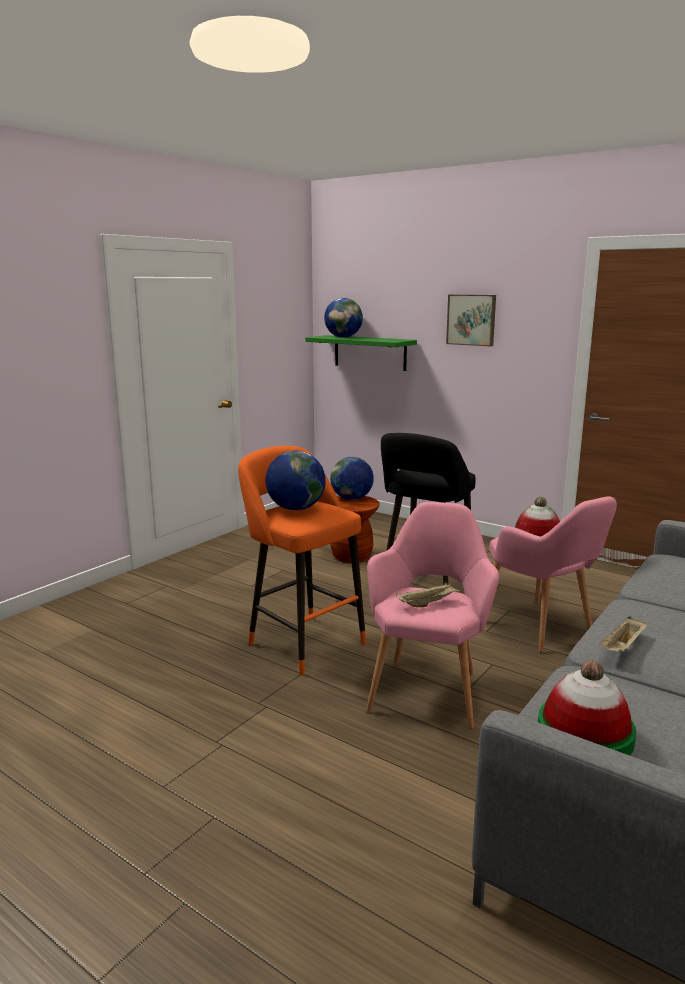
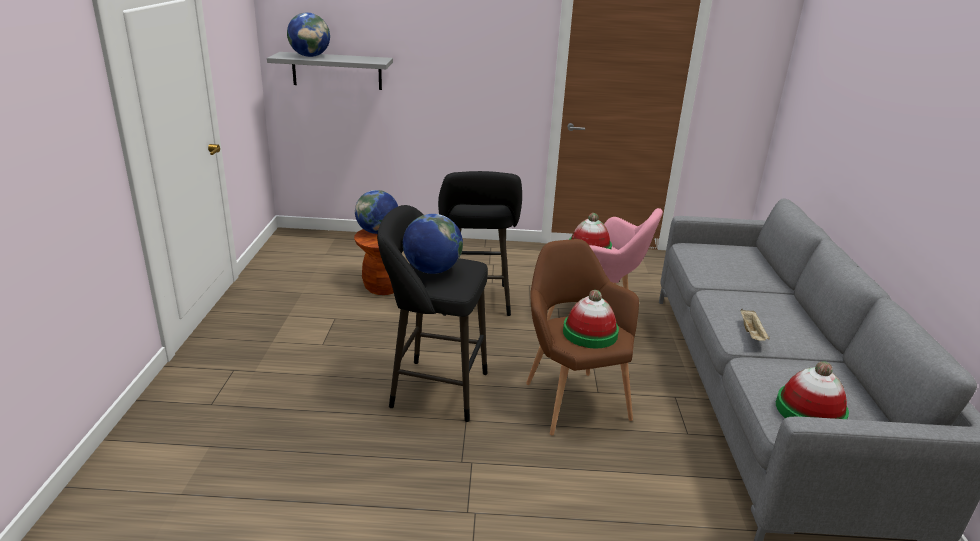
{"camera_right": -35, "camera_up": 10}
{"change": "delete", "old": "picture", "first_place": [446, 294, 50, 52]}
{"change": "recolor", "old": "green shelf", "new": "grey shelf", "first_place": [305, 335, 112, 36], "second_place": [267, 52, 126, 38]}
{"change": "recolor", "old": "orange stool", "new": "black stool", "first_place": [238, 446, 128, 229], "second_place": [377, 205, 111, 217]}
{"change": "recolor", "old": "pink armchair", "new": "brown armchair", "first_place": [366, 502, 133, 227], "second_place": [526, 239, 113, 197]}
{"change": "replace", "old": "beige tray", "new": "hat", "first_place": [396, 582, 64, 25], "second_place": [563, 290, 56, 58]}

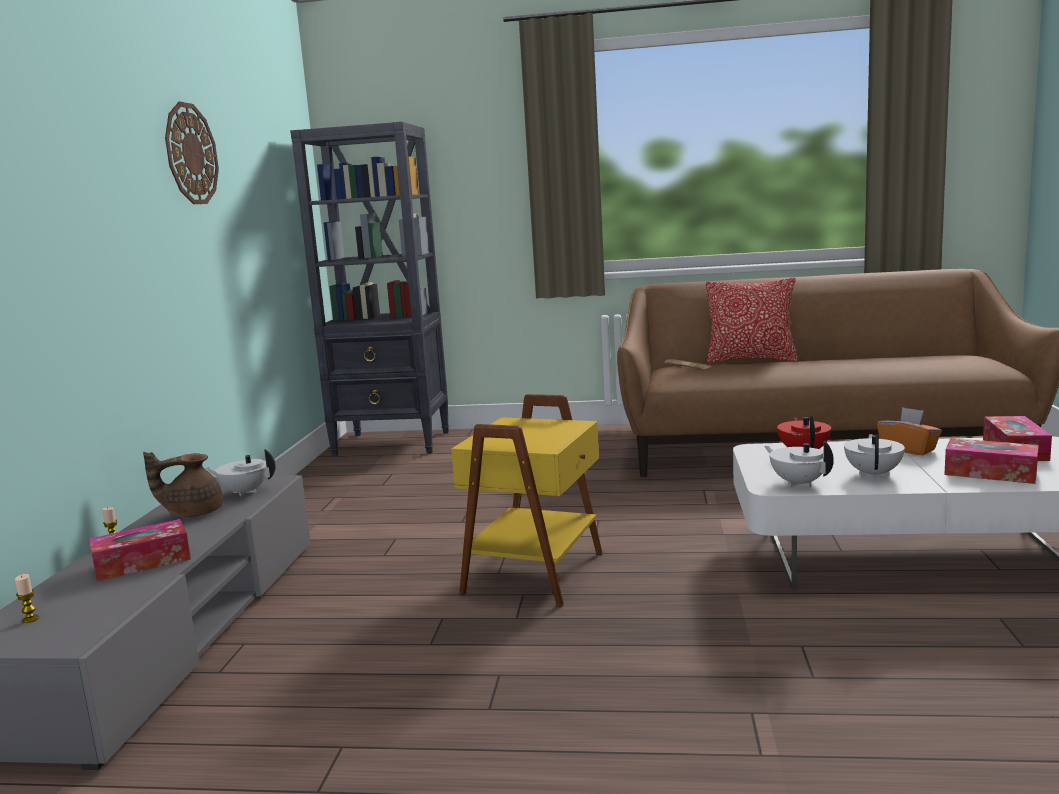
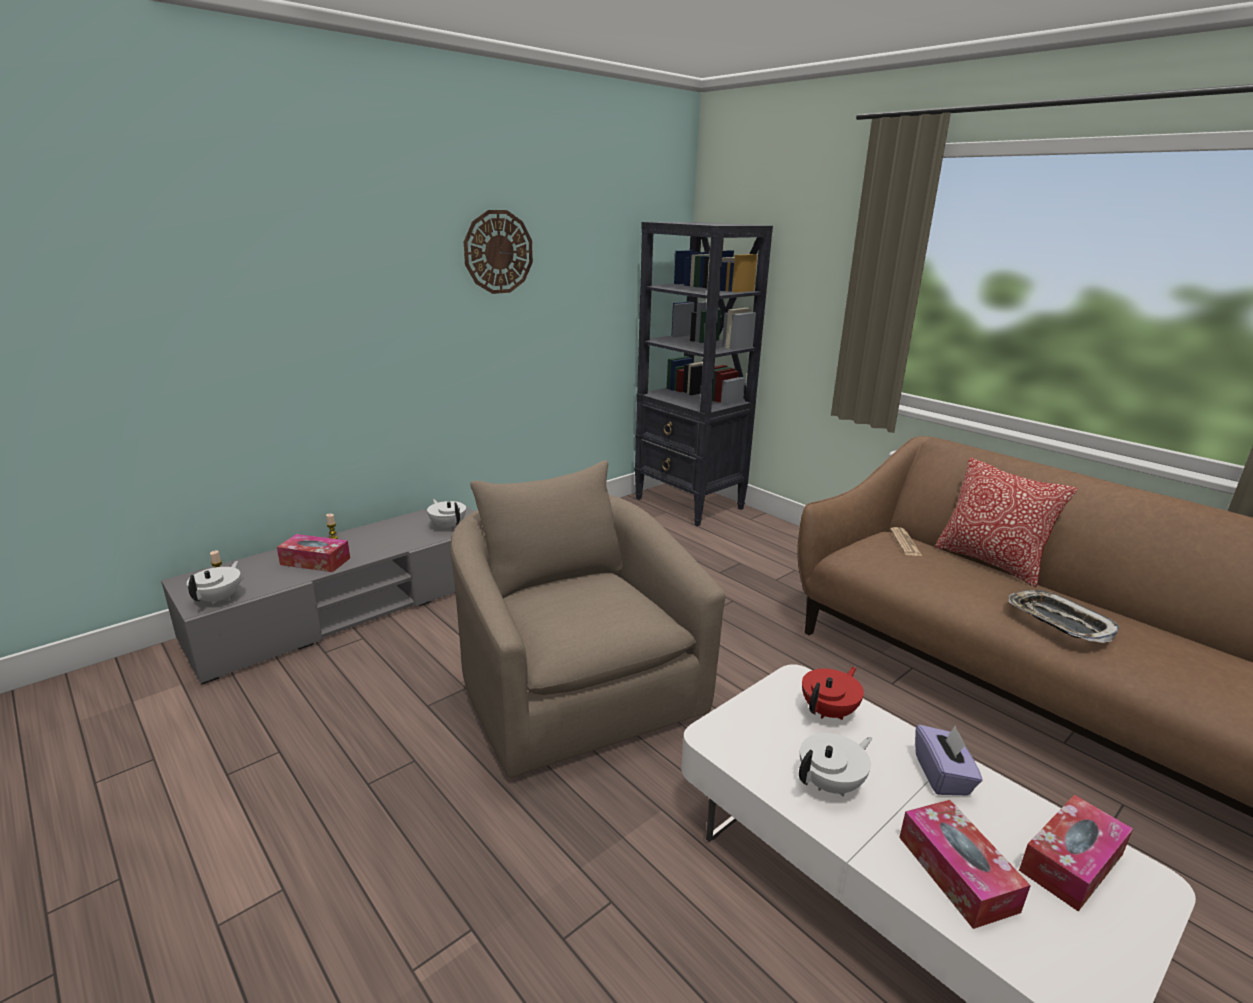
{"camera_right": 40, "camera_up": 10}
{"change": "replace", "old": "yellow side table", "new": "beige armchair", "first_place": [451, 394, 152, 213], "second_place": [450, 460, 275, 318]}
{"change": "recolor", "old": "orange tissue box", "new": "purple tissue box", "first_place": [877, 407, 65, 48], "second_place": [915, 724, 68, 71]}
{"change": "move", "old": "white teapot", "first_place": [764, 441, 70, 46], "second_place": [187, 561, 54, 44]}
{"change": "delete", "old": "brown teapot", "first_place": [143, 452, 80, 65]}
{"change": "insert", "new": "tray", "second_place": [1009, 590, 110, 53]}

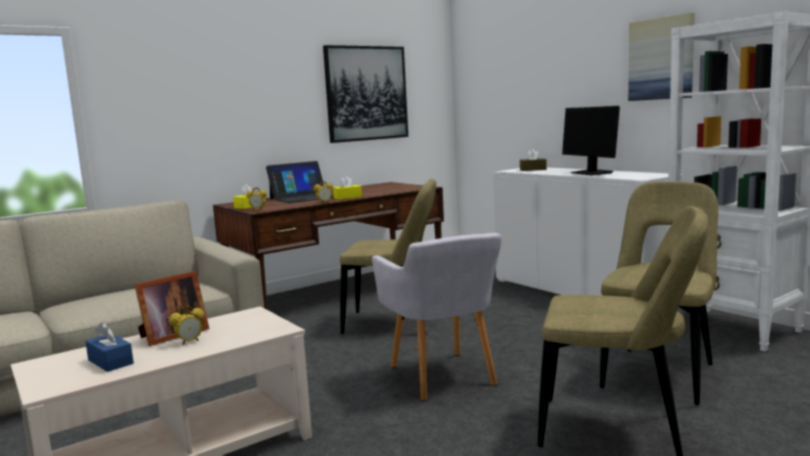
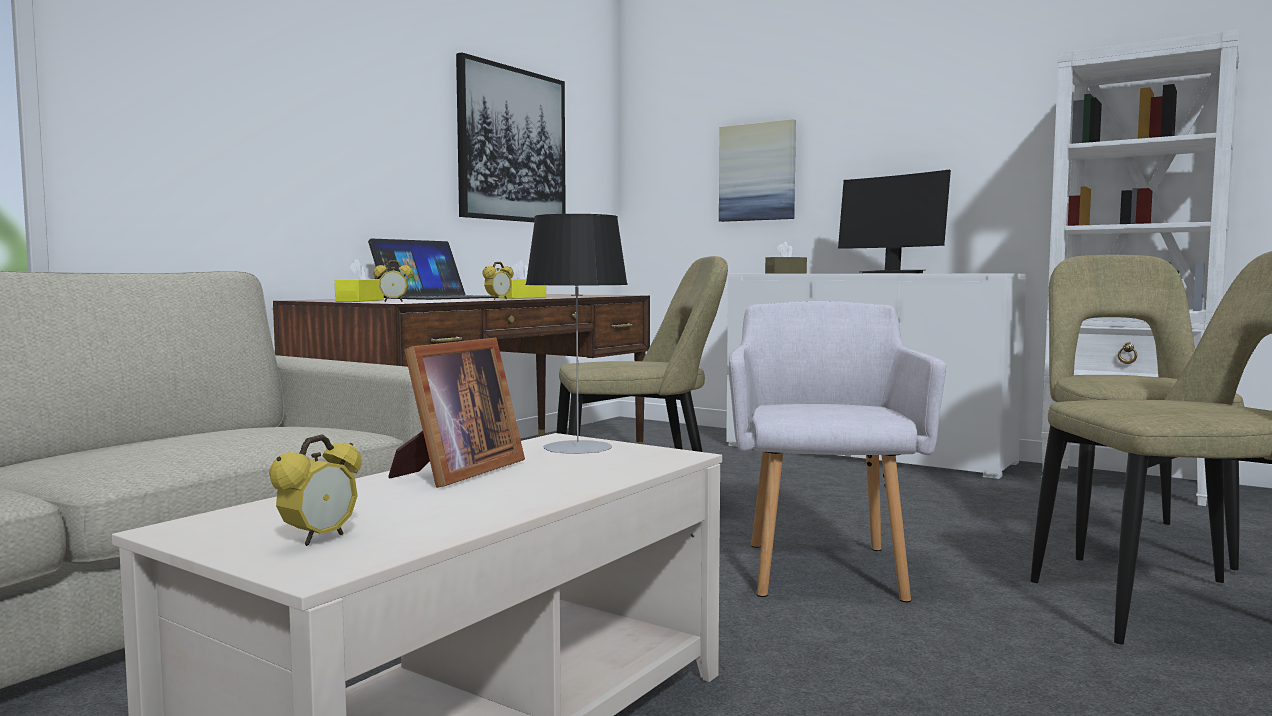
{"camera_right": -20, "camera_up": -5}
{"change": "move", "old": "picture", "first_place": [628, 13, 66, 88], "second_place": [719, 119, 77, 103]}
{"change": "rotate", "old": "grey armchair", "first_place": [372, 233, 130, 168], "second_place": [729, 301, 217, 301], "degrees": -135}
{"change": "move", "old": "alarm clock", "first_place": [169, 306, 36, 39], "second_place": [269, 434, 93, 112]}
{"change": "delete", "old": "blue tissue box", "first_place": [85, 322, 49, 50]}
{"change": "insert", "new": "table lamp", "second_place": [525, 214, 103, 240]}

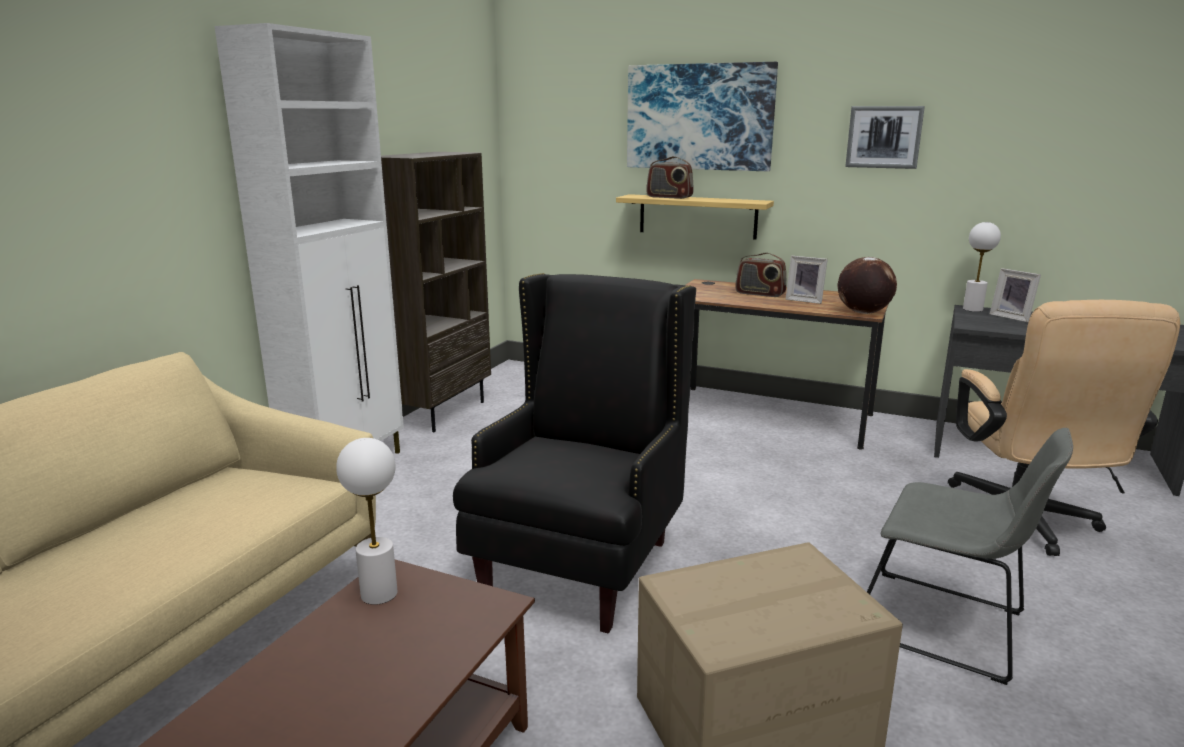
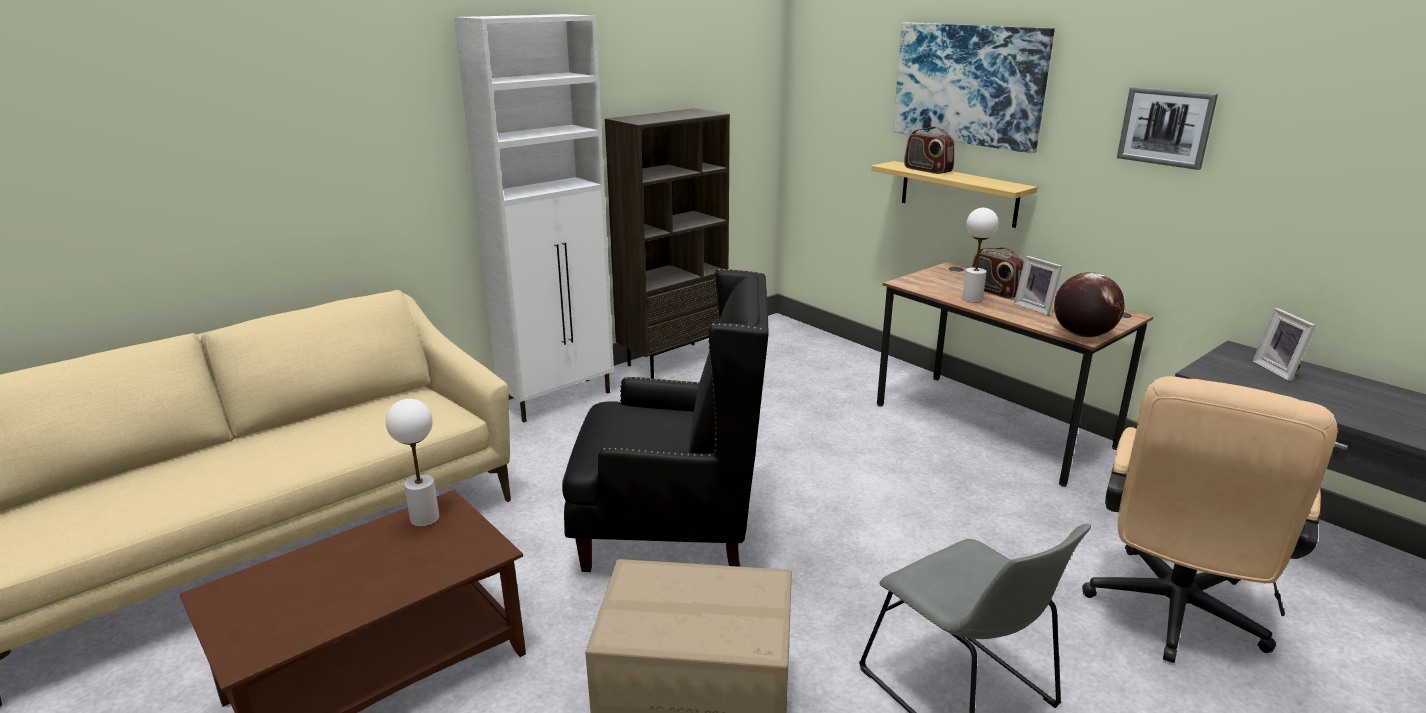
{"camera_right": 25, "camera_up": 5}
{"change": "move", "old": "white table lamp", "first_place": [963, 222, 38, 90], "second_place": [962, 208, 36, 95]}
{"change": "rotate", "old": "black armchair", "first_place": [453, 273, 243, 361], "second_place": [562, 269, 207, 303], "degrees": 45}

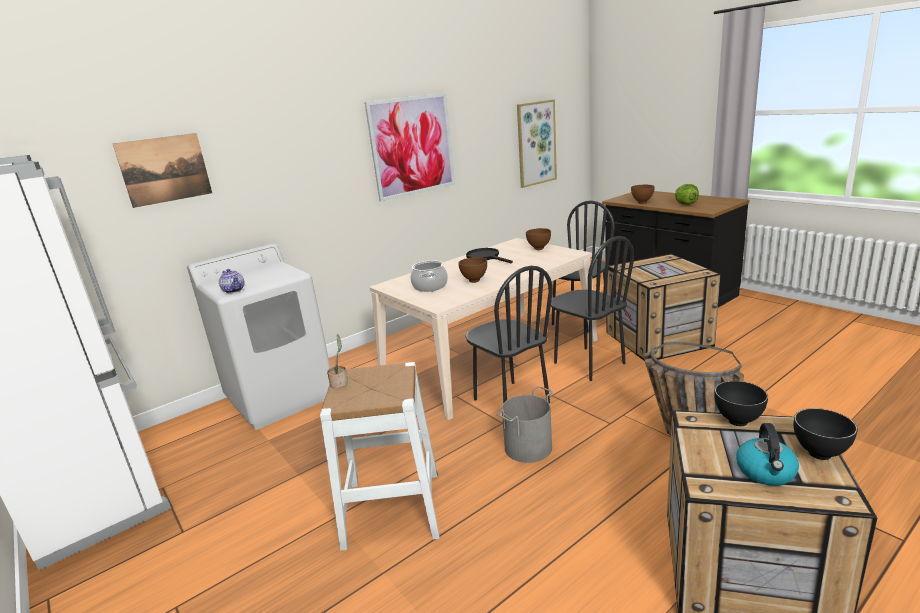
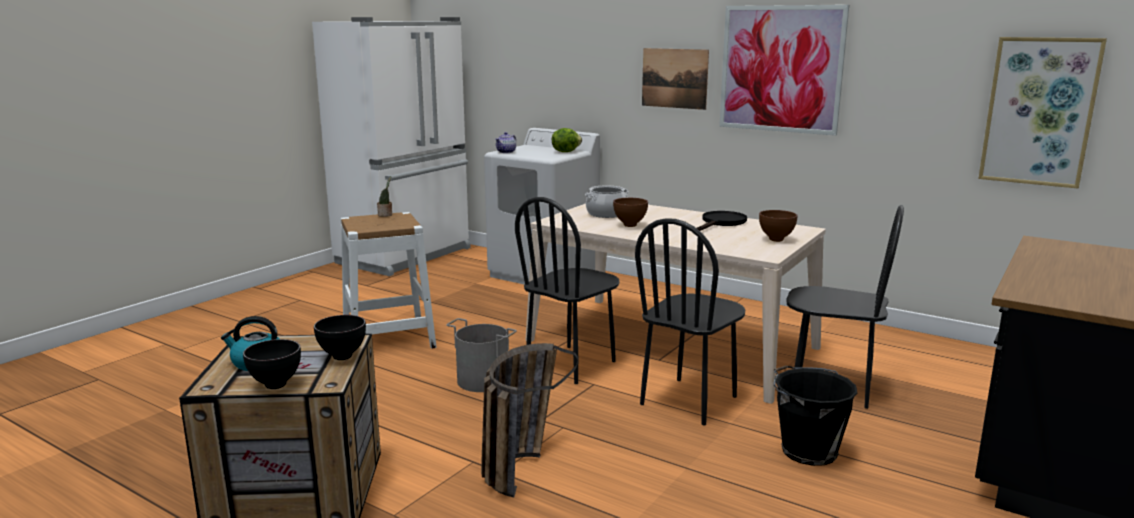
{"camera_right": 70, "camera_up": -5}
{"change": "move", "old": "picture", "first_place": [113, 133, 99, 75], "second_place": [642, 48, 67, 62]}
{"change": "move", "old": "lettuce", "first_place": [675, 184, 24, 21], "second_place": [552, 128, 30, 24]}
{"change": "delete", "old": "brown bowl", "first_place": [631, 185, 24, 19]}
{"change": "replace", "old": "crate", "new": "black bucket", "first_place": [607, 254, 114, 107], "second_place": [774, 365, 83, 101]}

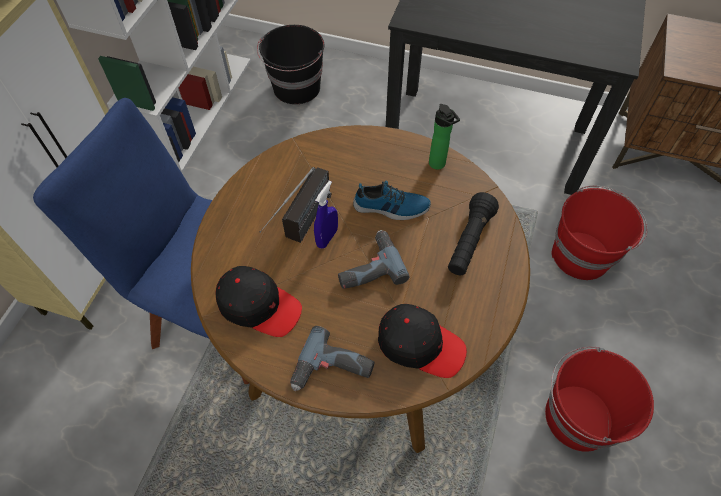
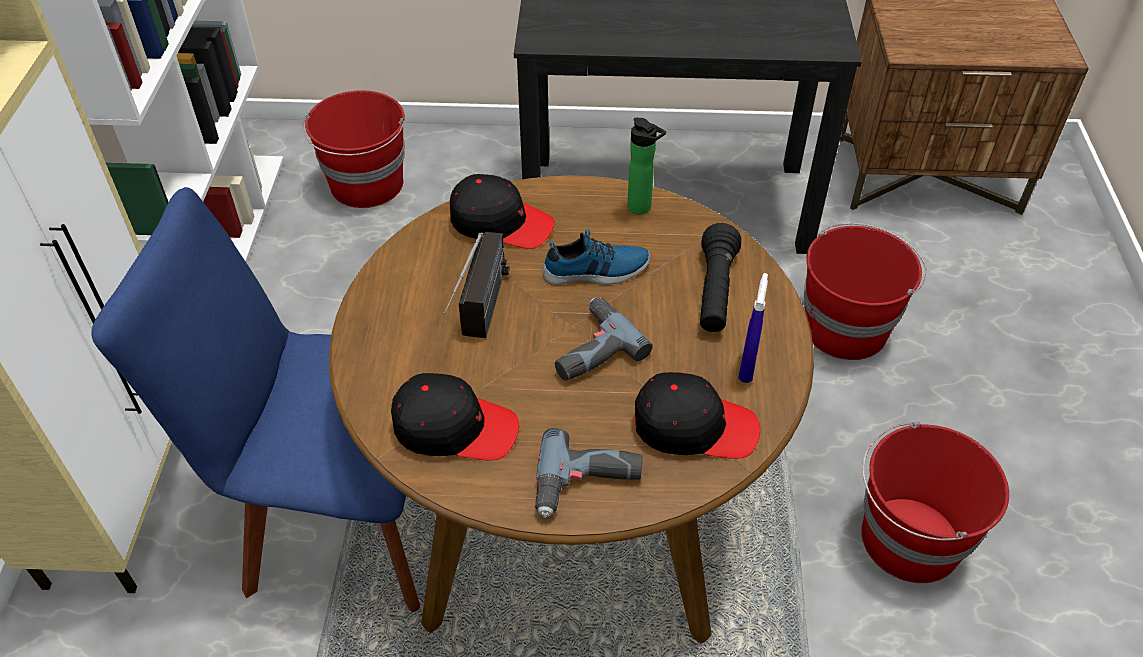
{"camera_right": -15, "camera_up": -10}
{"change": "recolor", "old": "black bucket", "new": "red bucket", "first_place": [257, 25, 67, 79], "second_place": [302, 90, 103, 118]}
{"change": "move", "old": "blue spray bottle", "first_place": [314, 181, 24, 68], "second_place": [738, 273, 30, 110]}
{"change": "insert", "new": "black cap", "second_place": [450, 174, 105, 75]}

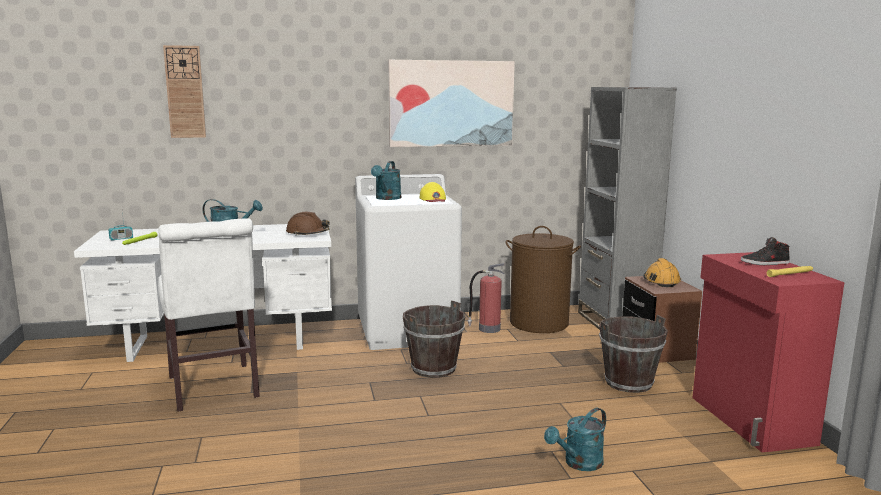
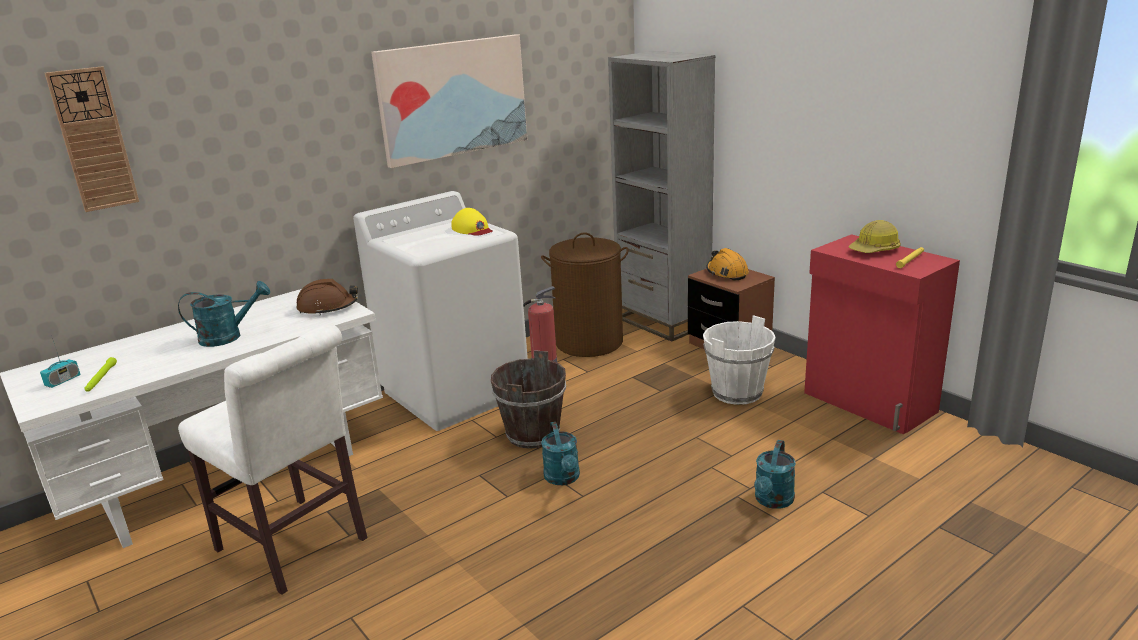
{"camera_right": -25, "camera_up": 10}
{"change": "move", "old": "turquoise watering can", "first_place": [371, 161, 30, 39], "second_place": [541, 422, 39, 63]}
{"change": "replace", "old": "black shoe", "new": "hard hat", "first_place": [741, 237, 48, 28], "second_place": [849, 220, 52, 33]}
{"change": "recolor", "old": "brown bucket", "new": "white bucket", "first_place": [599, 315, 69, 78], "second_place": [703, 315, 73, 90]}

